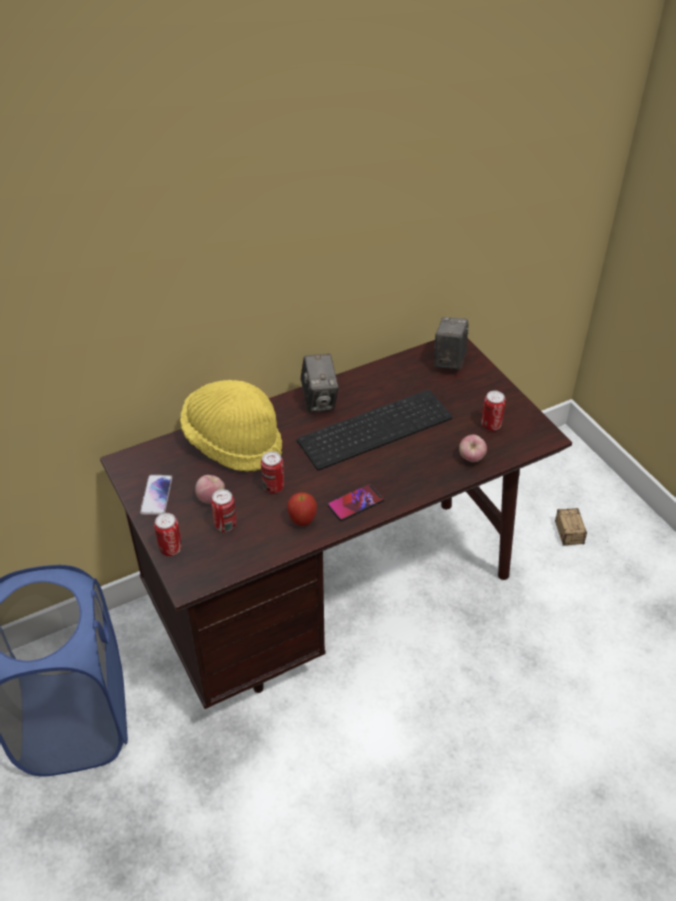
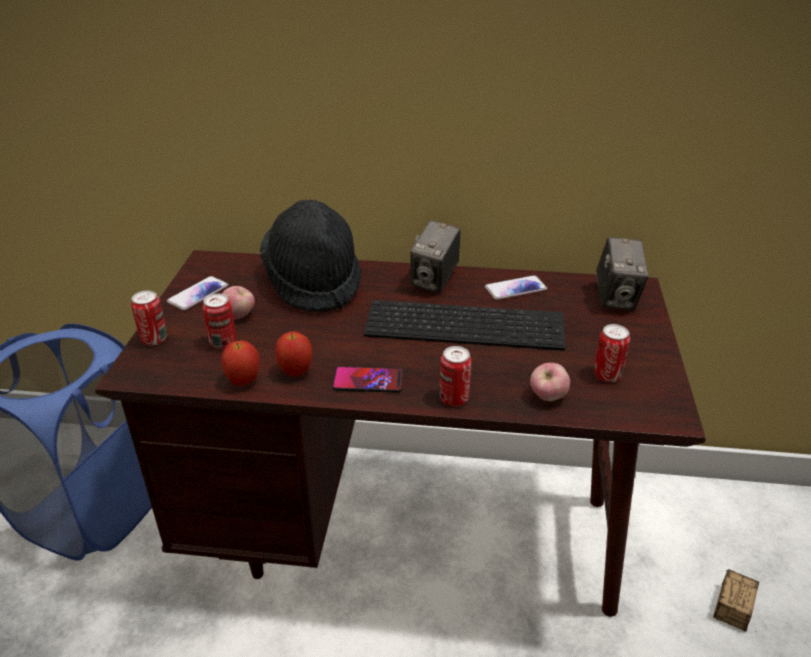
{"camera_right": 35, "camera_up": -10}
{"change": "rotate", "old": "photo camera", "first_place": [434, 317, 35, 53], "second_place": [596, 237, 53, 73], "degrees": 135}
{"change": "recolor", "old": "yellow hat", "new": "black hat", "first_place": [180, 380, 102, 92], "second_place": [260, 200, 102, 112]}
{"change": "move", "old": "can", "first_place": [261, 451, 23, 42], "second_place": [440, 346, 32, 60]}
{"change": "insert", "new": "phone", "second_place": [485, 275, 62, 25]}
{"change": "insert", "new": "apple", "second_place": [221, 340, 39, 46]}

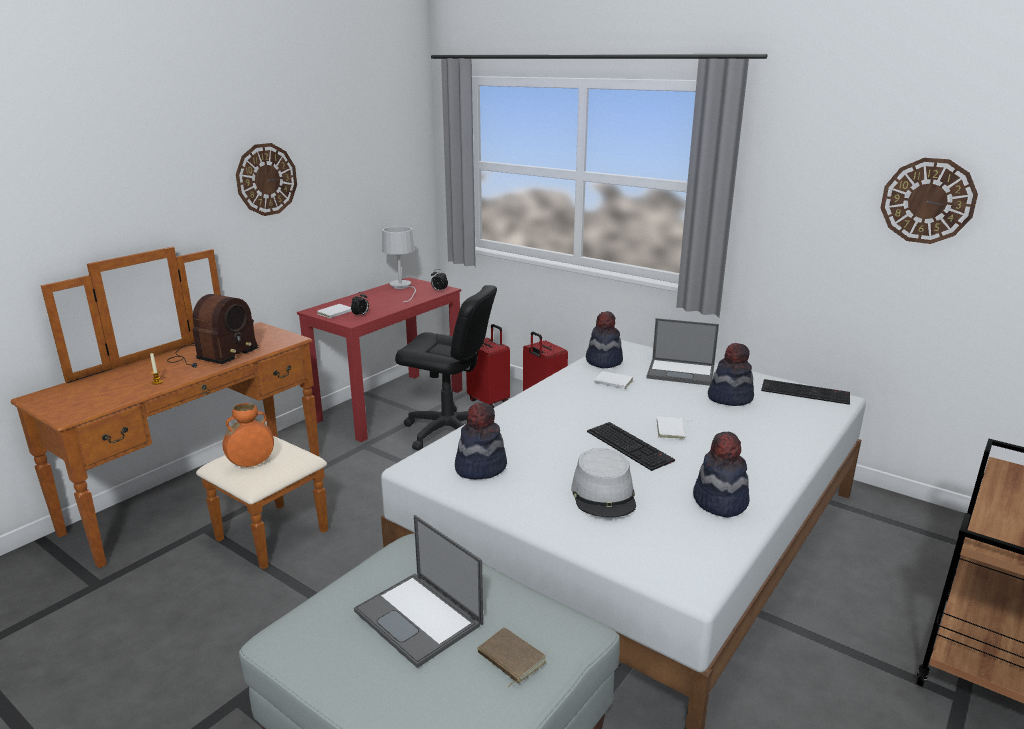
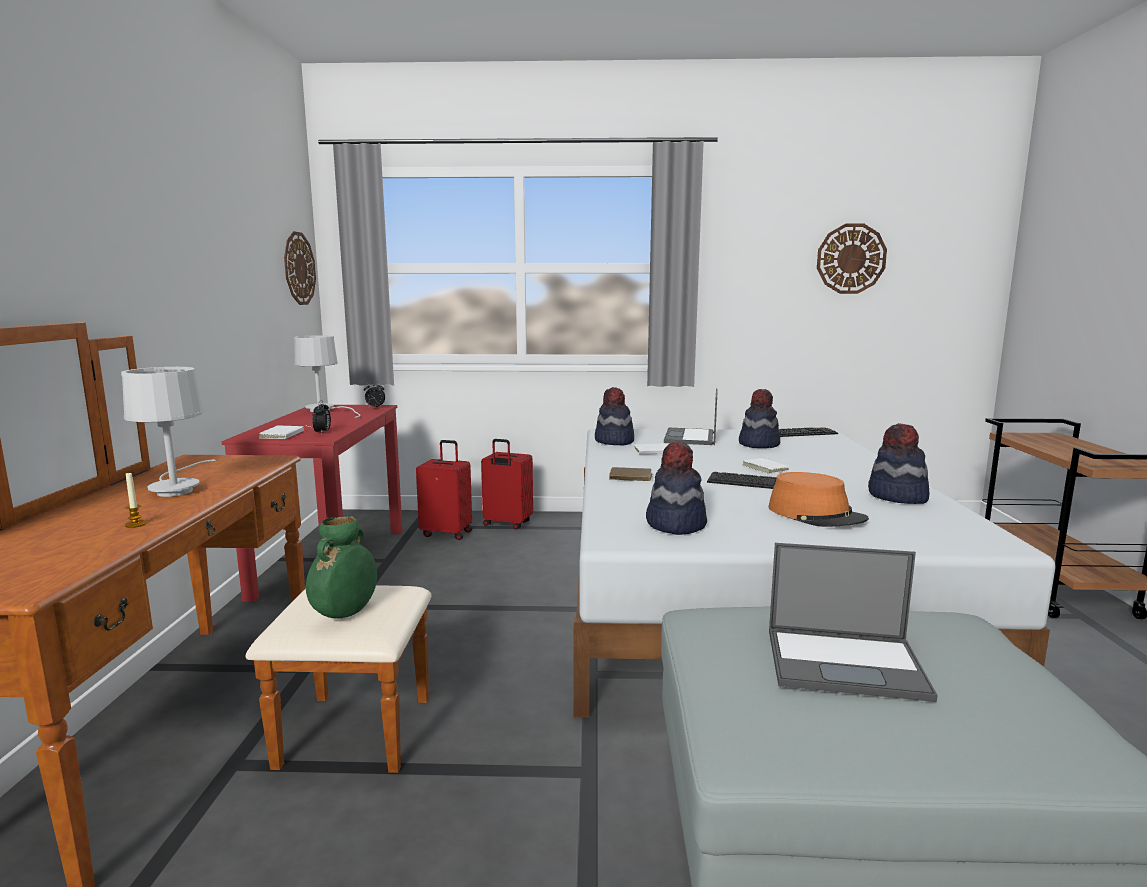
{"camera_right": -35, "camera_up": -10}
{"change": "move", "old": "wall clock", "first_place": [236, 143, 61, 73], "second_place": [284, 231, 32, 74]}
{"change": "delete", "old": "black office chair", "first_place": [395, 285, 102, 166]}
{"change": "replace", "old": "radio", "new": "white table lamp", "first_place": [167, 294, 91, 74], "second_place": [121, 367, 94, 130]}
{"change": "rotate", "old": "laptop", "first_place": [646, 318, 73, 68], "second_place": [664, 388, 54, 57], "degrees": 120}
{"change": "recolor", "old": "orange vase", "new": "green vase", "first_place": [222, 403, 52, 64], "second_place": [306, 516, 71, 102]}
{"change": "recolor", "old": "grey hat", "new": "orange hat", "first_place": [571, 448, 65, 70], "second_place": [768, 472, 101, 55]}
{"change": "move", "old": "brown book", "first_place": [477, 627, 69, 60], "second_place": [609, 467, 43, 14]}

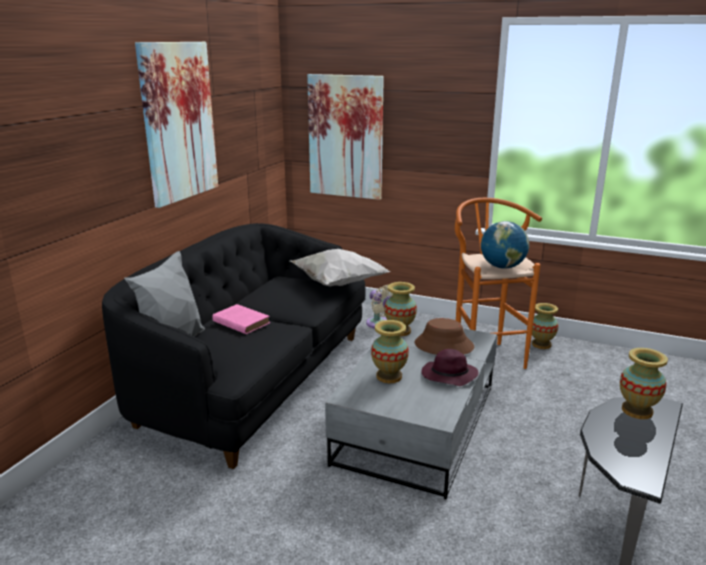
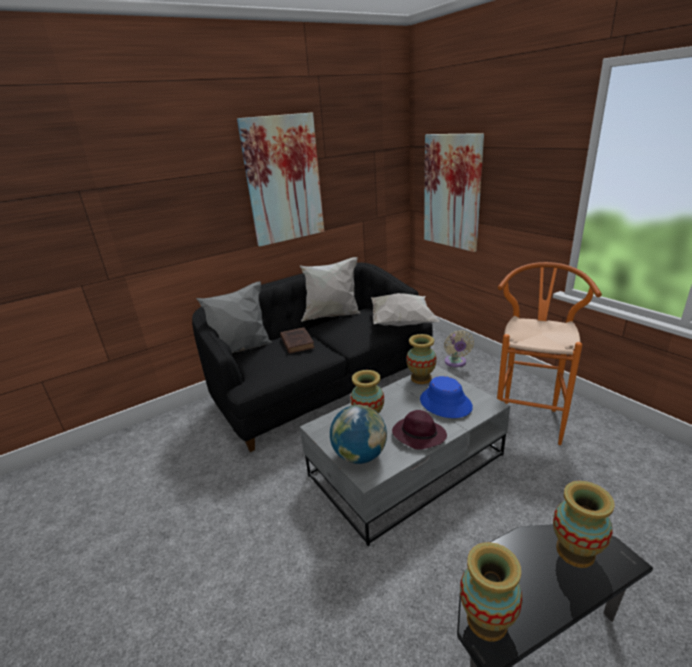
{"camera_right": 35, "camera_up": 5}
{"change": "move", "old": "globe", "first_place": [481, 221, 48, 48], "second_place": [330, 405, 57, 59]}
{"change": "move", "old": "vase", "first_place": [532, 303, 26, 46], "second_place": [460, 542, 62, 99]}
{"change": "recolor", "old": "pink book", "new": "brown book", "first_place": [212, 304, 58, 30], "second_place": [280, 327, 35, 27]}
{"change": "recolor", "old": "brown hat", "new": "blue hat", "first_place": [415, 318, 59, 37], "second_place": [420, 376, 53, 42]}
{"change": "insert", "new": "white pillow", "second_place": [300, 257, 60, 65]}

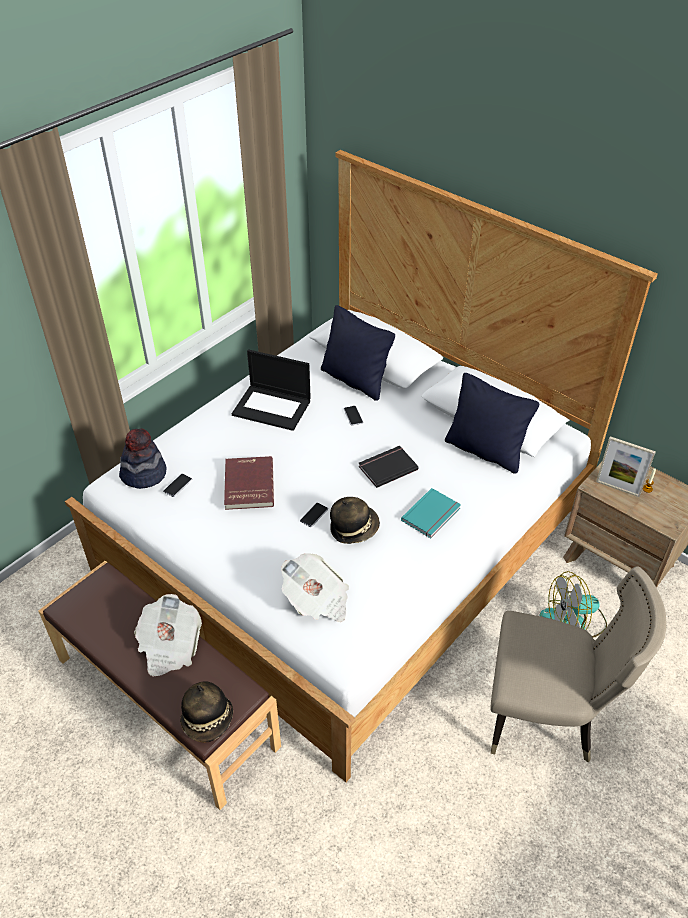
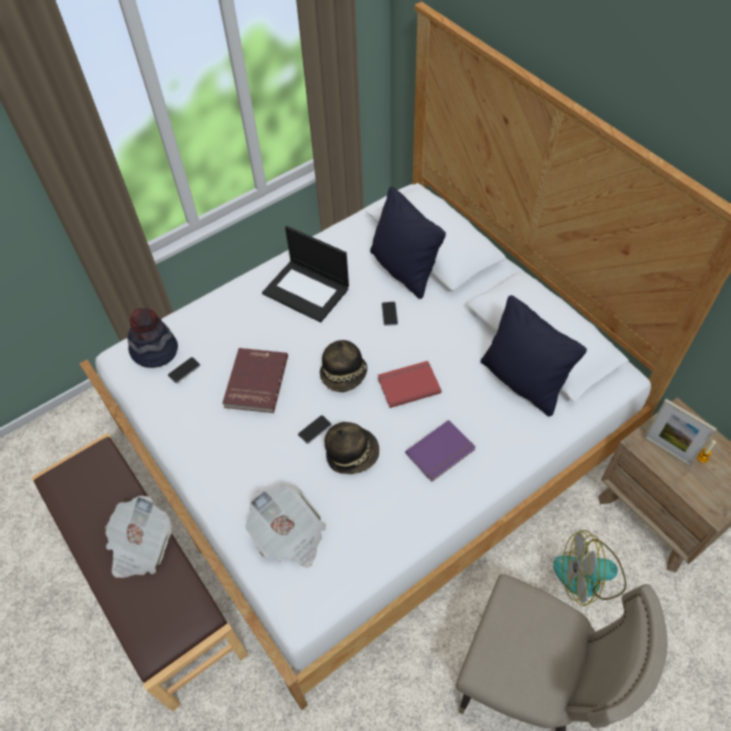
{"camera_right": 15, "camera_up": 10}
{"change": "recolor", "old": "black book", "new": "red book", "first_place": [358, 446, 61, 42], "second_place": [378, 361, 64, 47]}
{"change": "recolor", "old": "turquoise book", "new": "purple book", "first_place": [401, 488, 60, 50], "second_place": [405, 420, 70, 62]}
{"change": "move", "old": "hat", "first_place": [180, 681, 53, 62], "second_place": [320, 340, 47, 52]}

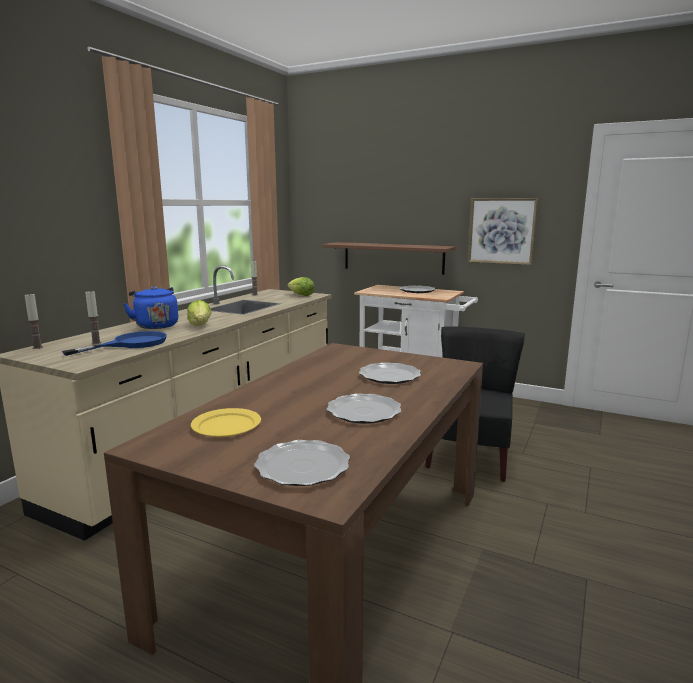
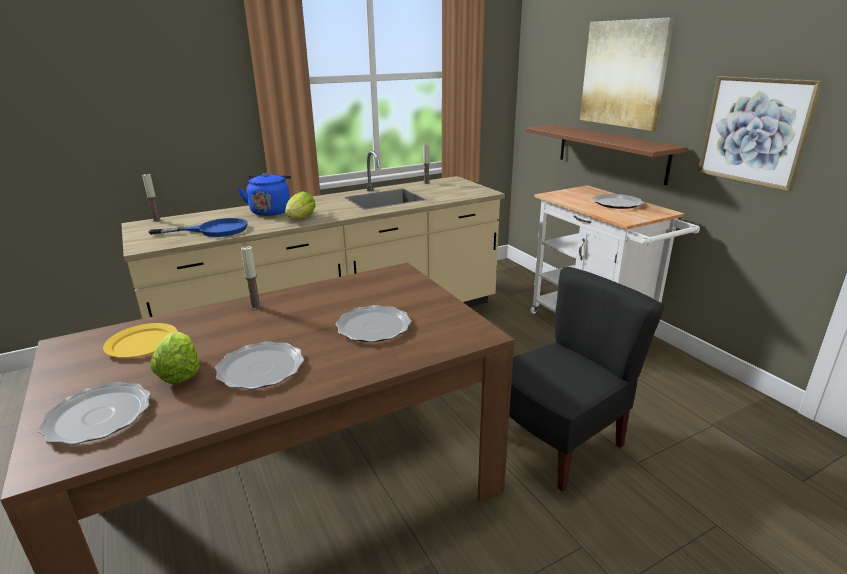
{"camera_right": 35, "camera_up": 10}
{"change": "move", "old": "lettuce", "first_place": [288, 277, 27, 19], "second_place": [151, 331, 49, 53]}
{"change": "move", "old": "candle", "first_place": [85, 291, 16, 53], "second_place": [241, 246, 20, 63]}
{"change": "insert", "new": "picture", "second_place": [580, 17, 95, 114]}

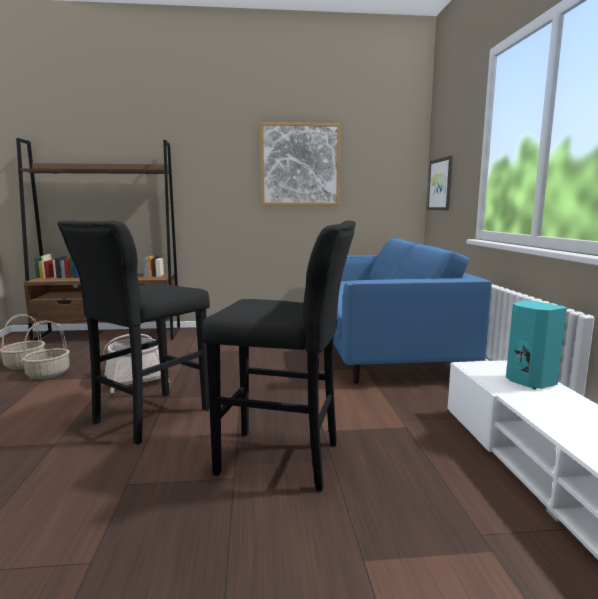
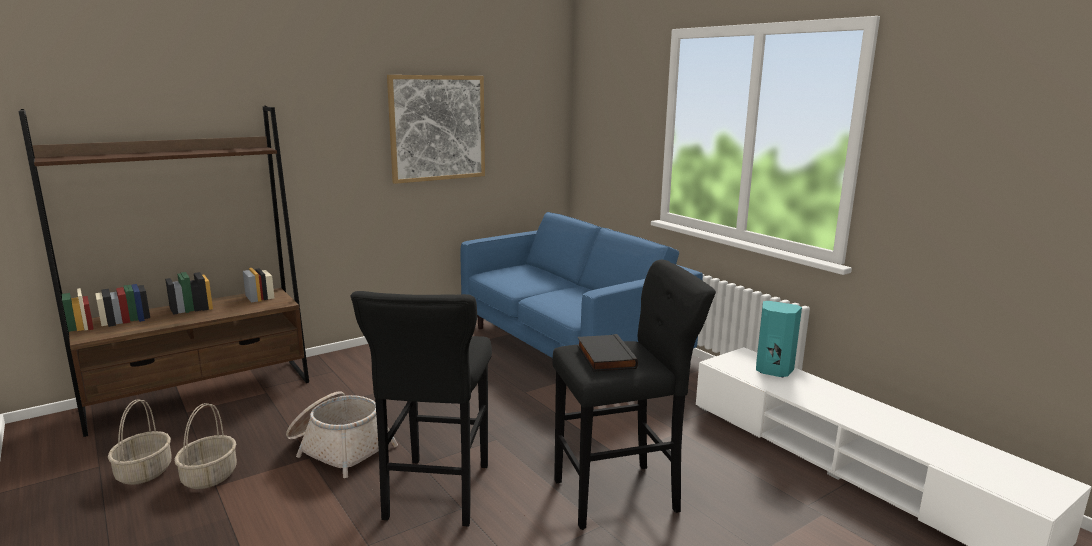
{"camera_right": -30, "camera_up": 5}
{"change": "delete", "old": "picture", "first_place": [427, 156, 26, 54]}
{"change": "insert", "new": "black book", "second_place": [577, 334, 61, 37]}

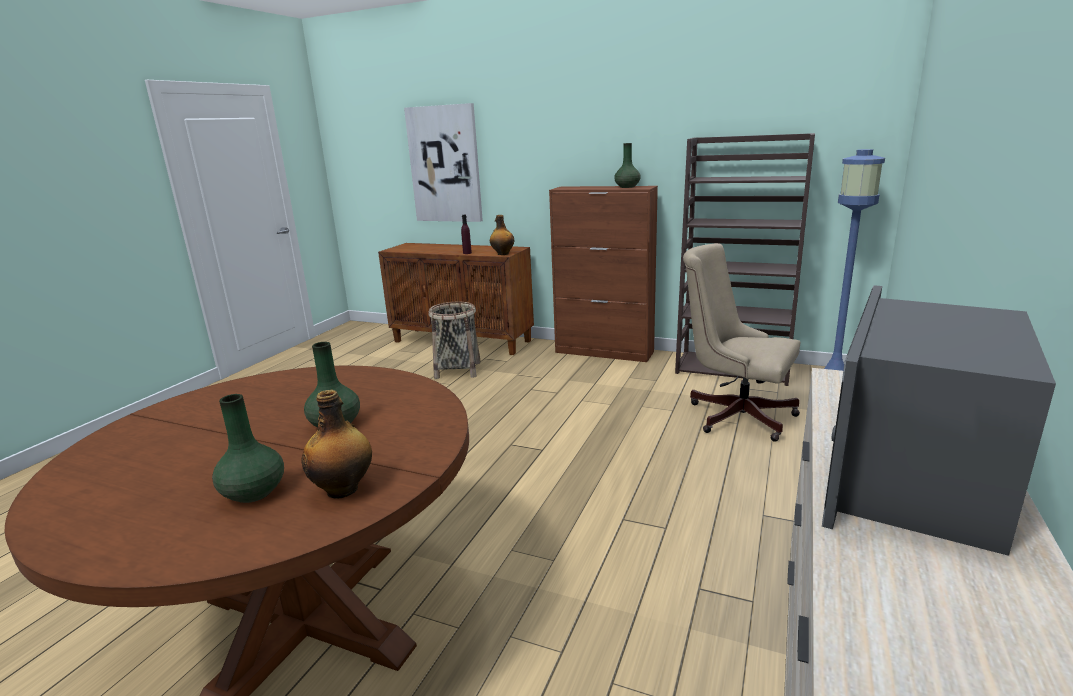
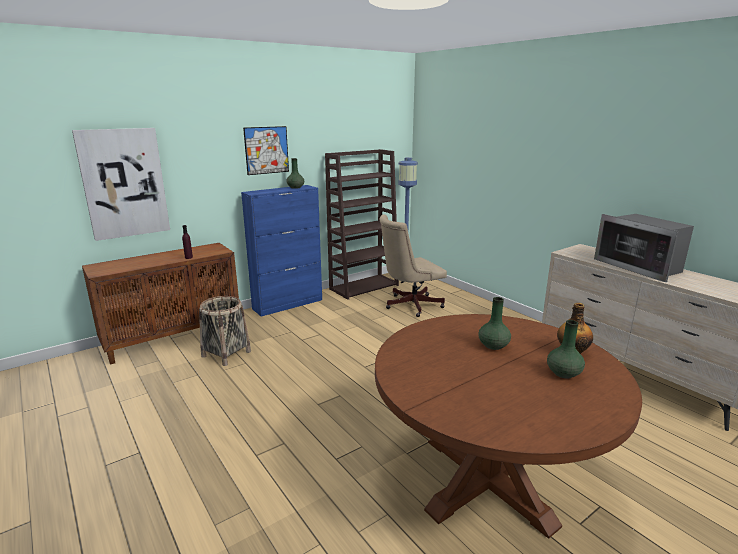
{"camera_right": -60, "camera_up": 0}
{"change": "recolor", "old": "brown cabinet", "new": "blue cabinet", "first_place": [549, 186, 109, 176], "second_place": [241, 185, 81, 132]}
{"change": "delete", "old": "bottle", "first_place": [490, 215, 24, 40]}
{"change": "insert", "new": "picture", "second_place": [243, 126, 46, 49]}

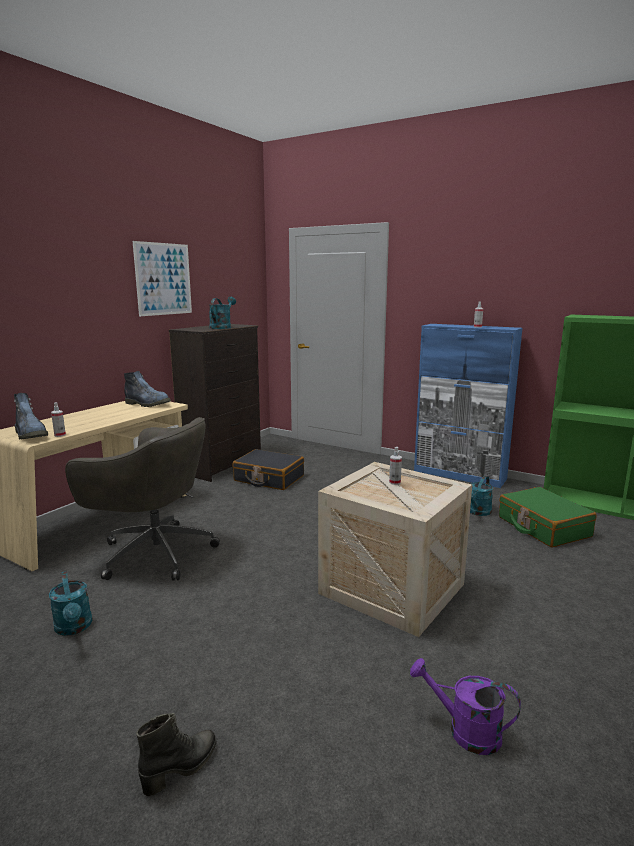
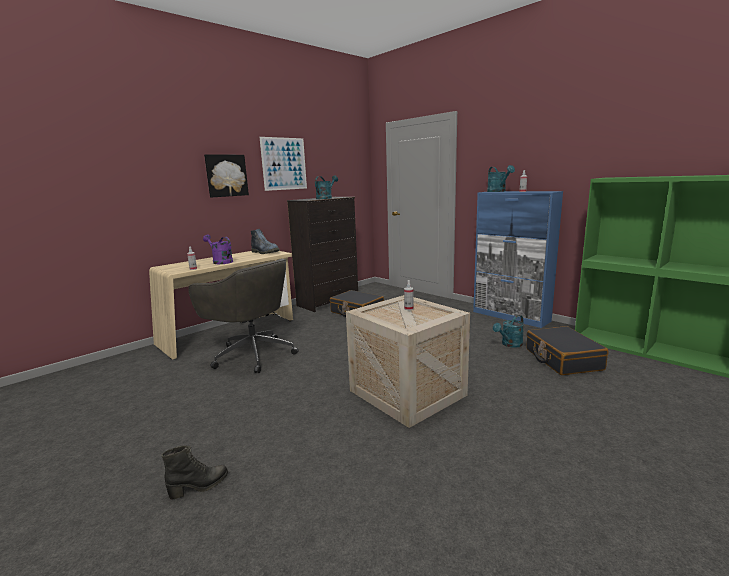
{"camera_right": 15, "camera_up": 0}
{"change": "delete", "old": "boot", "first_place": [14, 393, 34, 46]}
{"change": "recolor", "old": "green suitcase", "new": "black suitcase", "first_place": [499, 487, 98, 61], "second_place": [526, 326, 82, 49]}
{"change": "move", "old": "turquoise watering can", "first_place": [49, 571, 44, 65], "second_place": [487, 165, 28, 27]}
{"change": "move", "old": "purple watering can", "first_place": [410, 658, 111, 97], "second_place": [203, 234, 30, 30]}
{"change": "insert", "new": "picture", "second_place": [204, 154, 45, 43]}

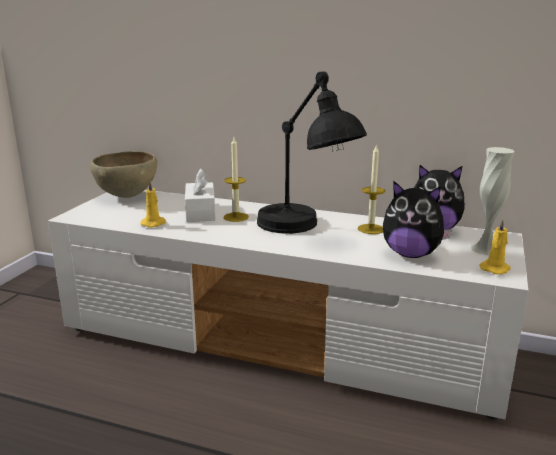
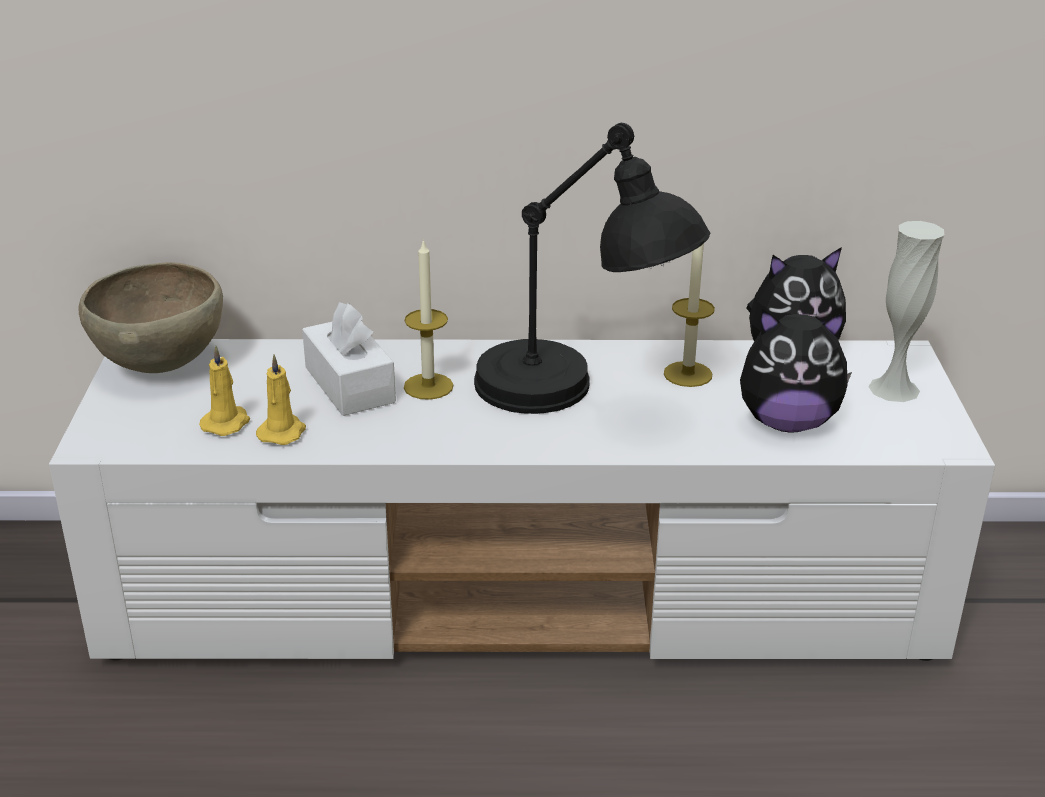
{"camera_right": -20, "camera_up": 10}
{"change": "move", "old": "yellow candle", "first_place": [480, 219, 31, 56], "second_place": [199, 346, 51, 90]}

